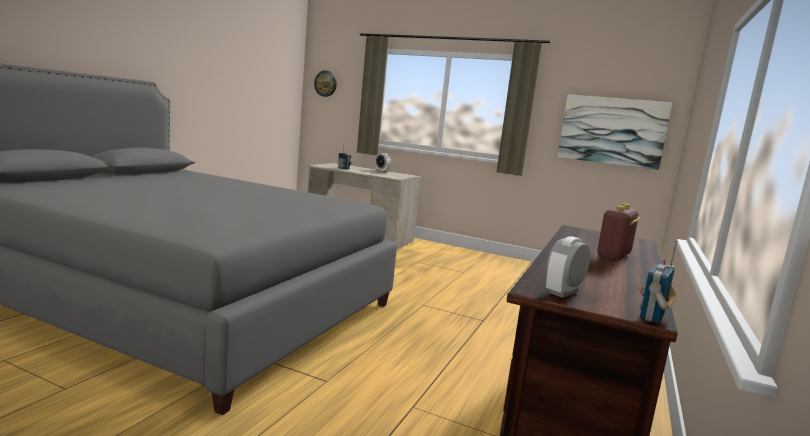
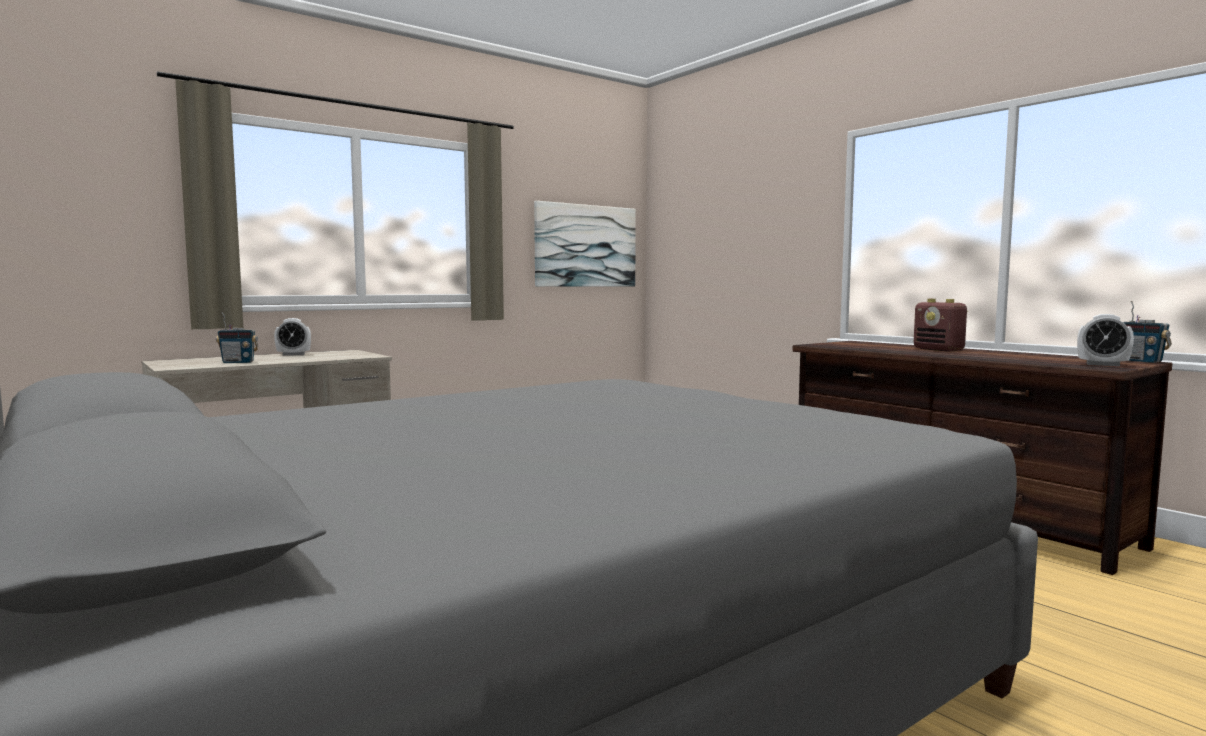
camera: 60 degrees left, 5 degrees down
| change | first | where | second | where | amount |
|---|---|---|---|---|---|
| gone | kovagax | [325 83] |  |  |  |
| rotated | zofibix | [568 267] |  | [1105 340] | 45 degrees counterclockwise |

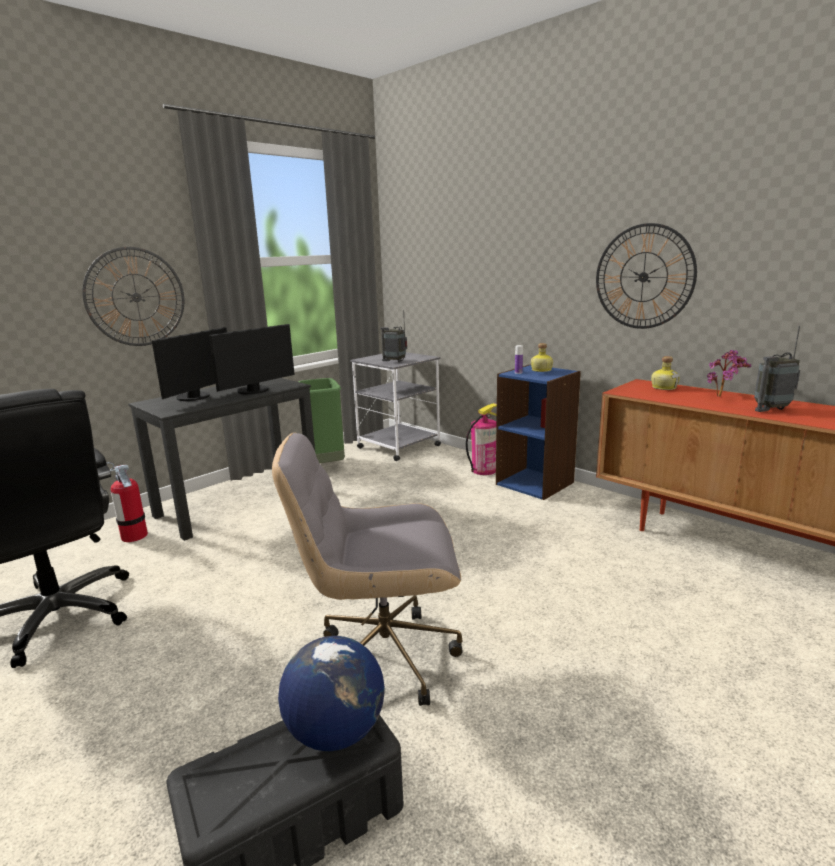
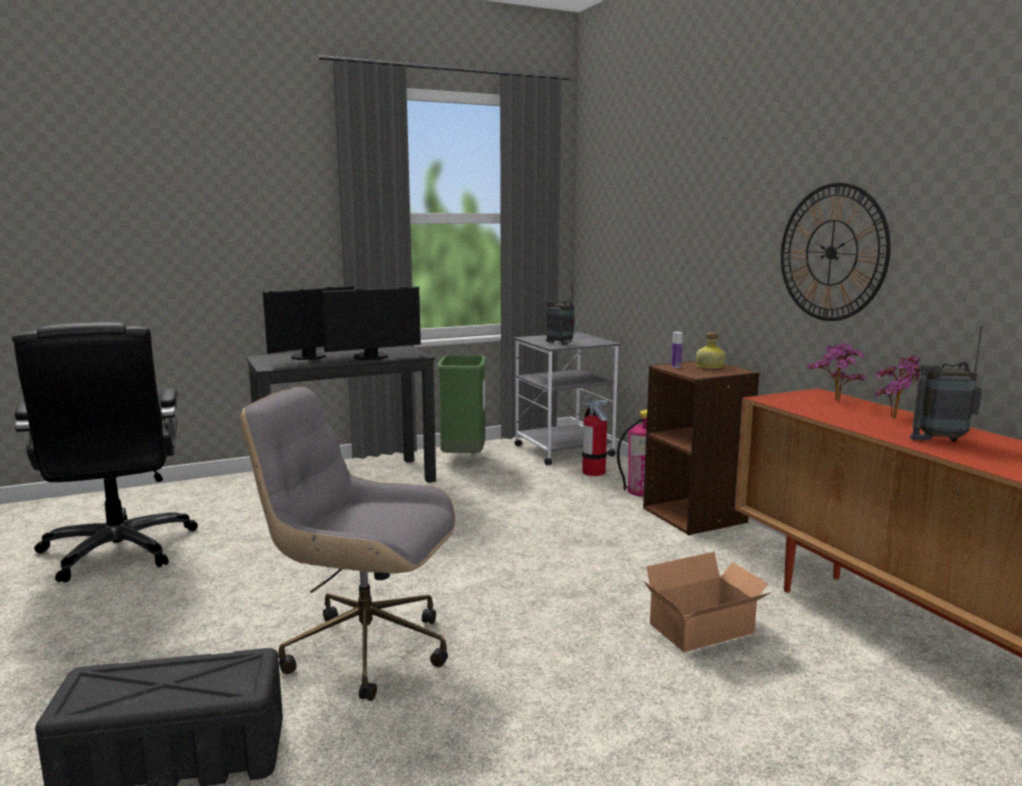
camera: 20 degrees right, 5 degrees down
| change | first | where | second | where | amount |
|---|---|---|---|---|---|
| gone | kovagax | [133 296] |  |  |  |
| gone | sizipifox | [331 693] |  |  |  |
| new |  |  | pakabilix | [708 602] |  |
| shifted | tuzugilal | [127 502] |  | [594 436] |  |
| swapped | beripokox | [665 373] | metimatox | [836 371] |  |
| repainted | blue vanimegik | [538 432] | brown vanimegik | [701 448] |  |

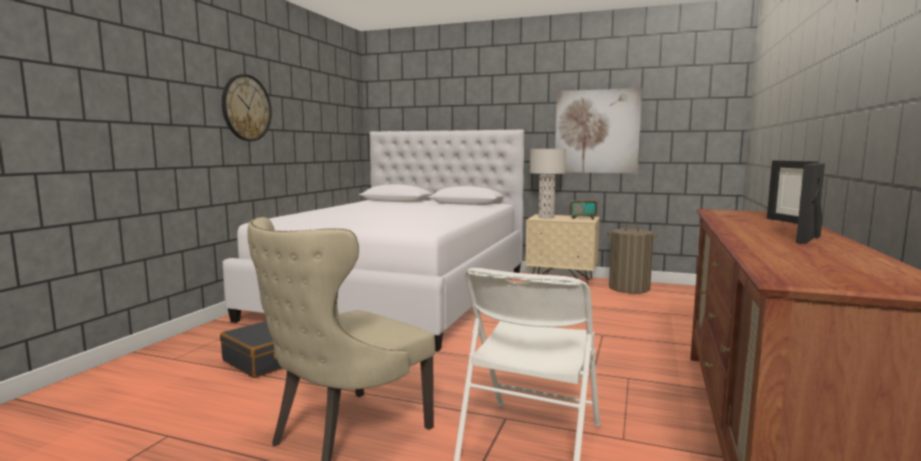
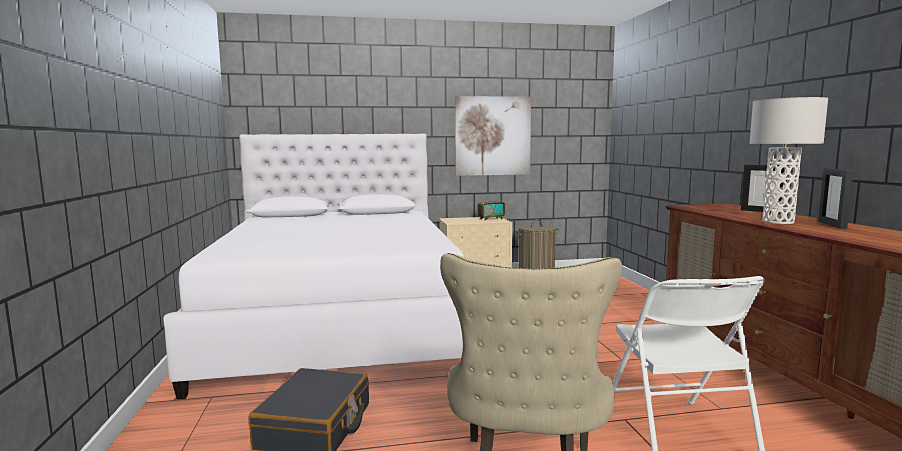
camera: 30 degrees left, 0 degrees up
| change | first | where | second | where | amount |
|---|---|---|---|---|---|
| gone | kovagax | [247 107] |  |  |  |
| shifted | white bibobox | [548 183] |  | [789 160] |  |

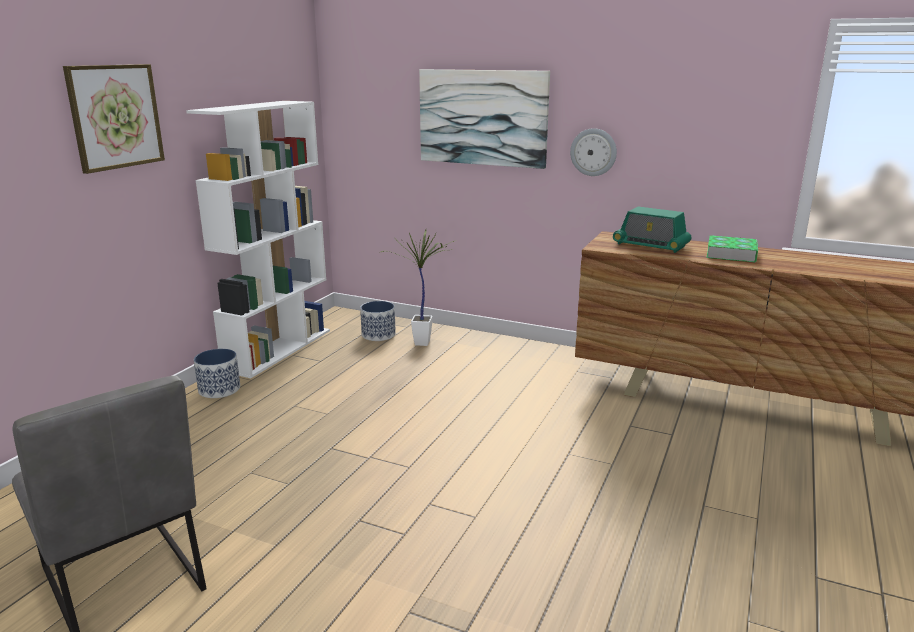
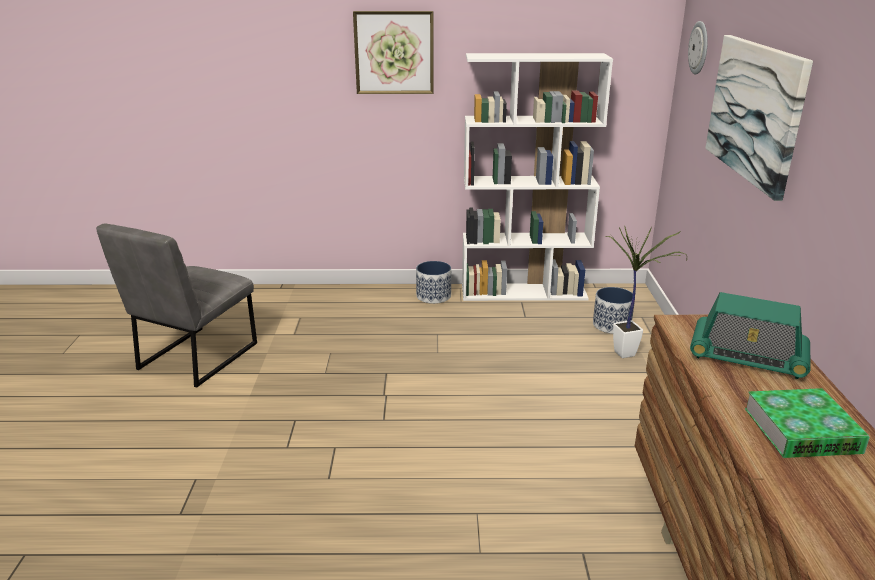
camera: 65 degrees right, 5 degrees up
| change | first | where | second | where | amount |
|---|---|---|---|---|---|
| shifted | kovagax | [593 152] |  | [698 48] |  |
| rotated | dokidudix | [652 230] |  | [750 335] | 75 degrees counterclockwise |

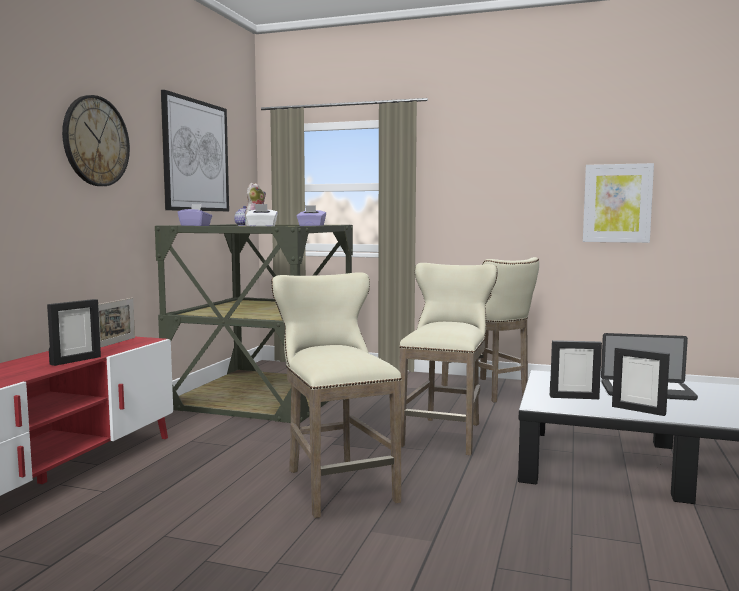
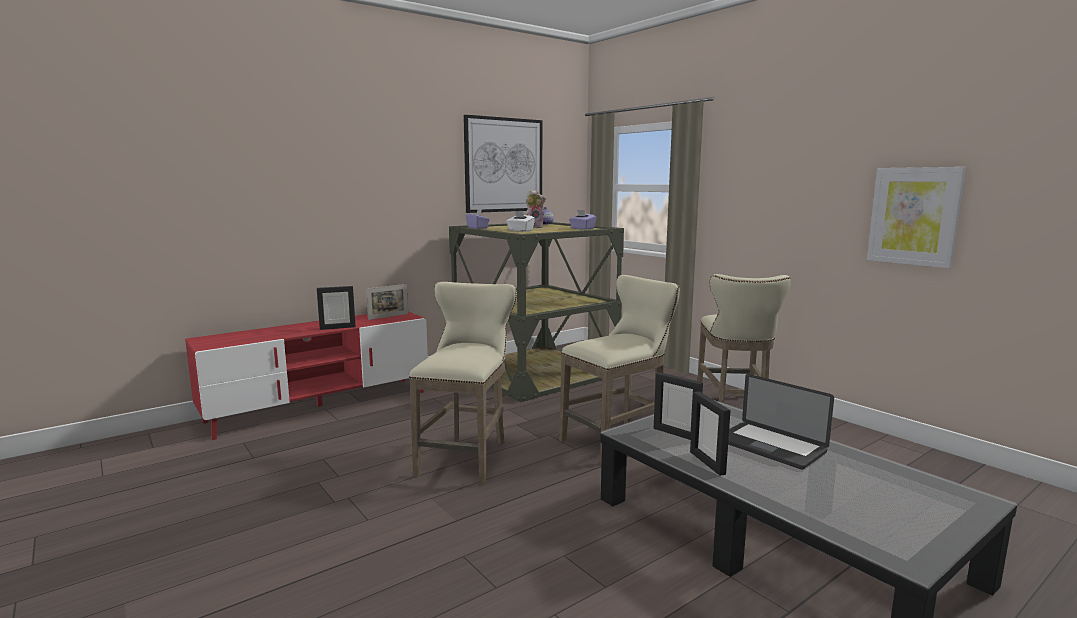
camera: 35 degrees right, 5 degrees up
| change | first | where | second | where | amount |
|---|---|---|---|---|---|
| gone | kovagax | [96 140] |  |  |  |

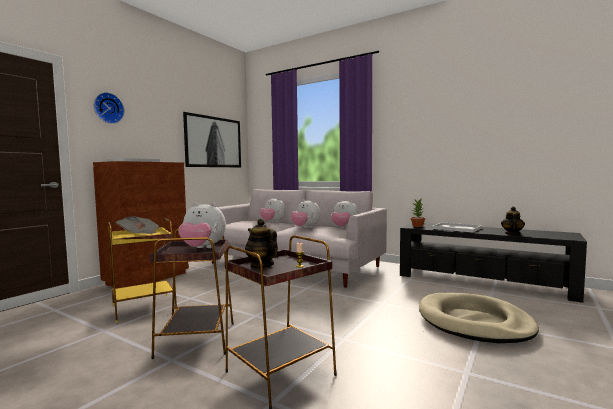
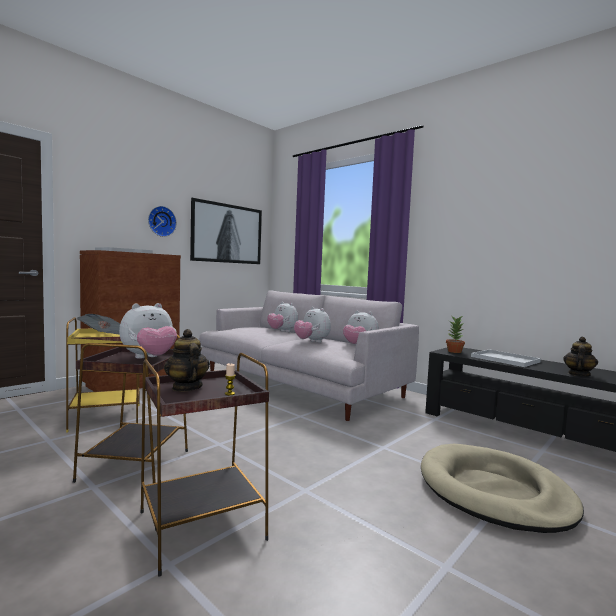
camera: 10 degrees right, 0 degrees up
| change | first | where | second | where | amount |
|---|---|---|---|---|---|
| shifted | kovagax | [109 108] |  | [162 221] |  |
| rotated | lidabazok | [202 225] |  | [148 331] | 60 degrees counterclockwise |

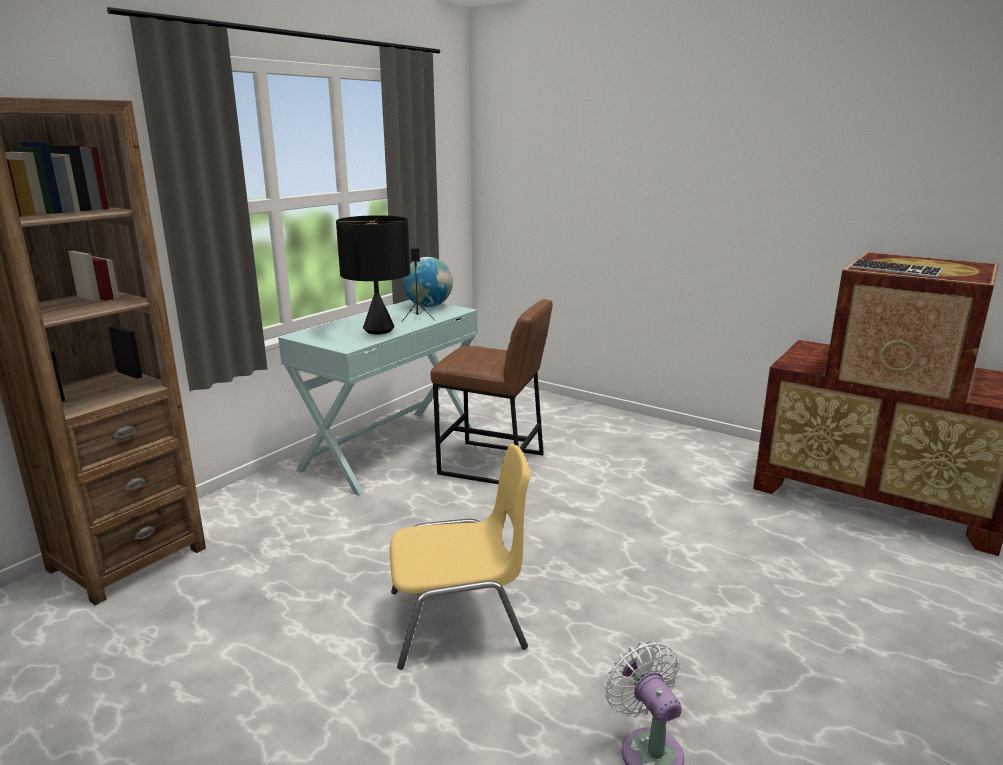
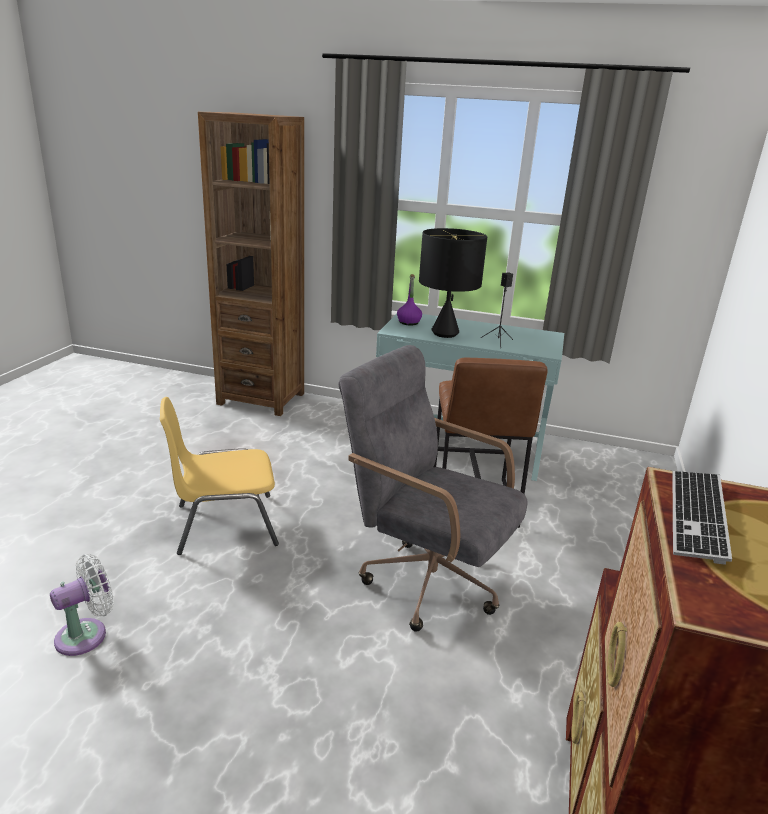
camera: 70 degrees right, 5 degrees up
| change | first | where | second | where | amount |
|---|---|---|---|---|---|
| gone | sizipifox | [428 282] |  |  |  |
| new |  |  | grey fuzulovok | [432 488] |  |
| new |  |  | purple beripokox | [409 299] |  |
| rotated | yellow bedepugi | [460 557] |  | [219 476] | 105 degrees clockwise |

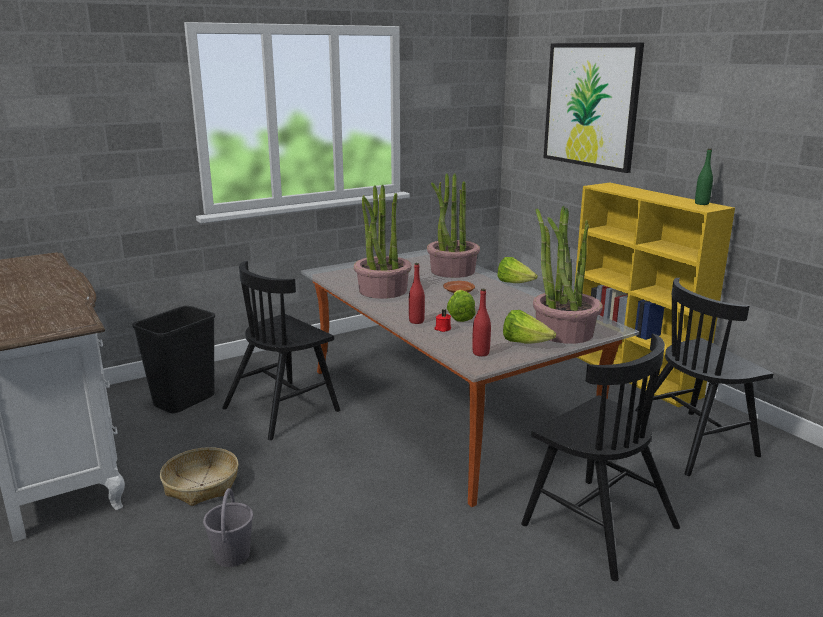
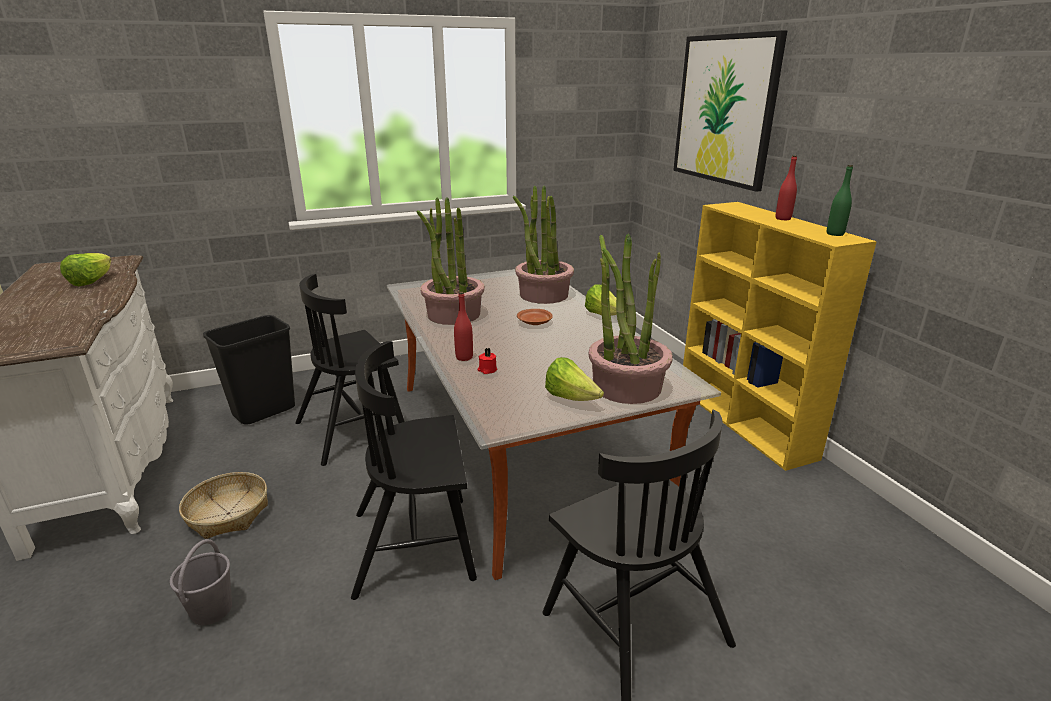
camera: 10 degrees right, 5 degrees up
| change | first | where | second | where | amount |
|---|---|---|---|---|---|
| shifted | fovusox | [461 306] |  | [85 269] |  |
| shifted | red beripokox | [481 322] |  | [786 187] |  |
| shifted | black bedepugi | [704 377] |  | [414 470] |  |

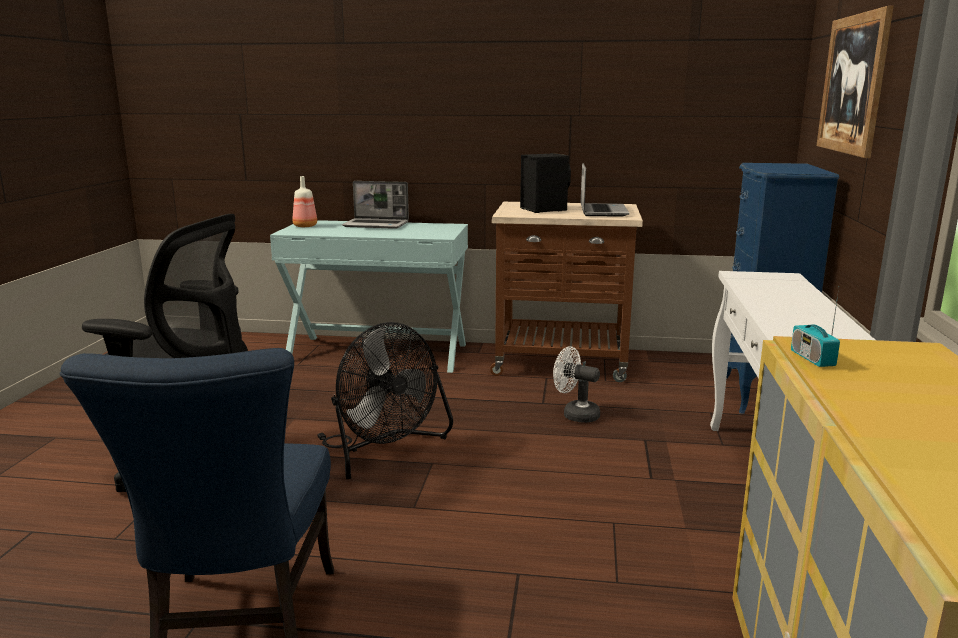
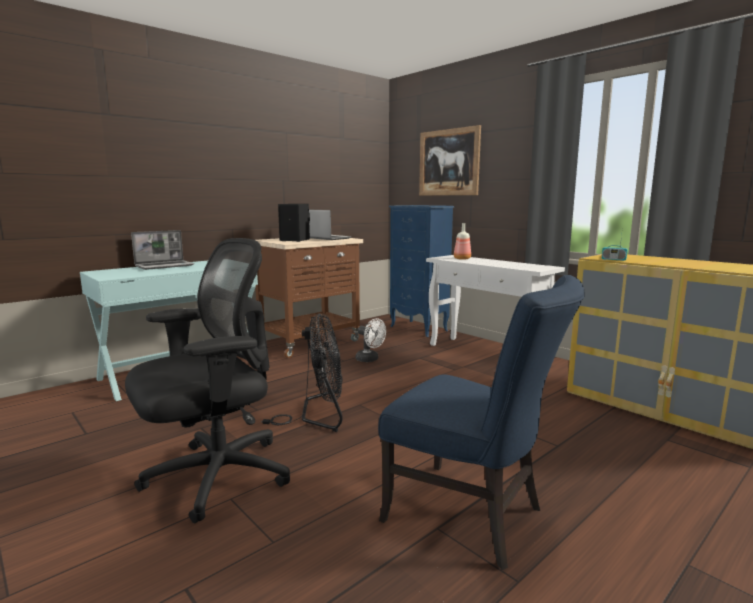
camera: 50 degrees left, 5 degrees down
| change | first | where | second | where | amount |
|---|---|---|---|---|---|
| shifted | beripokox | [305 201] |  | [462 241] |  |
| rotated | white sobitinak | [576 385] |  | [371 340] | 120 degrees counterclockwise |

